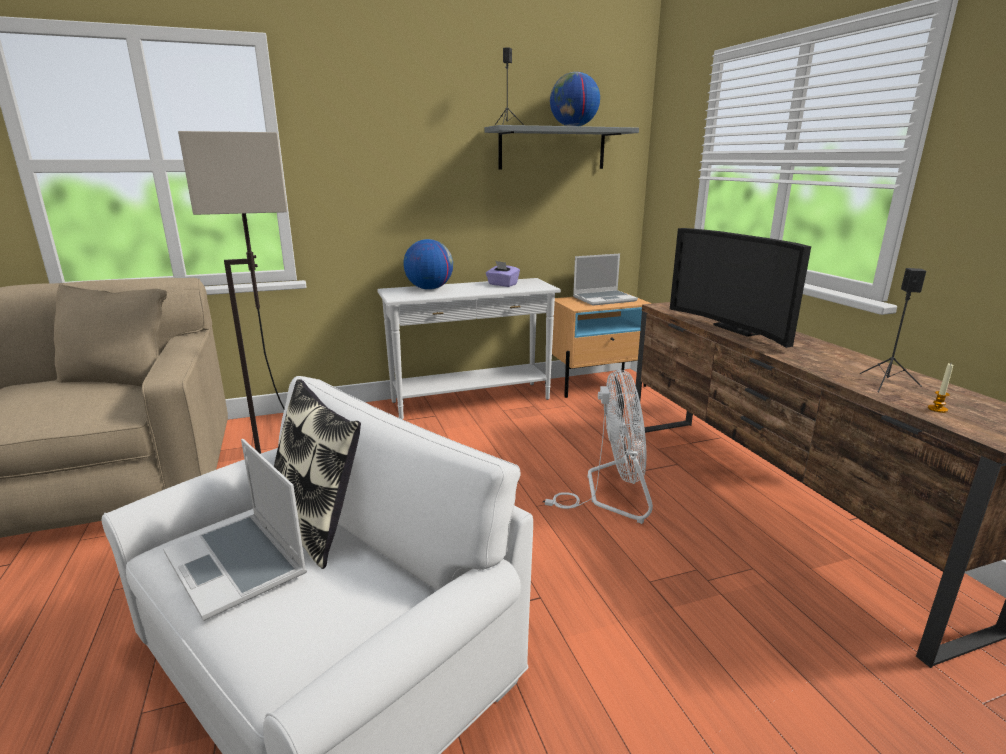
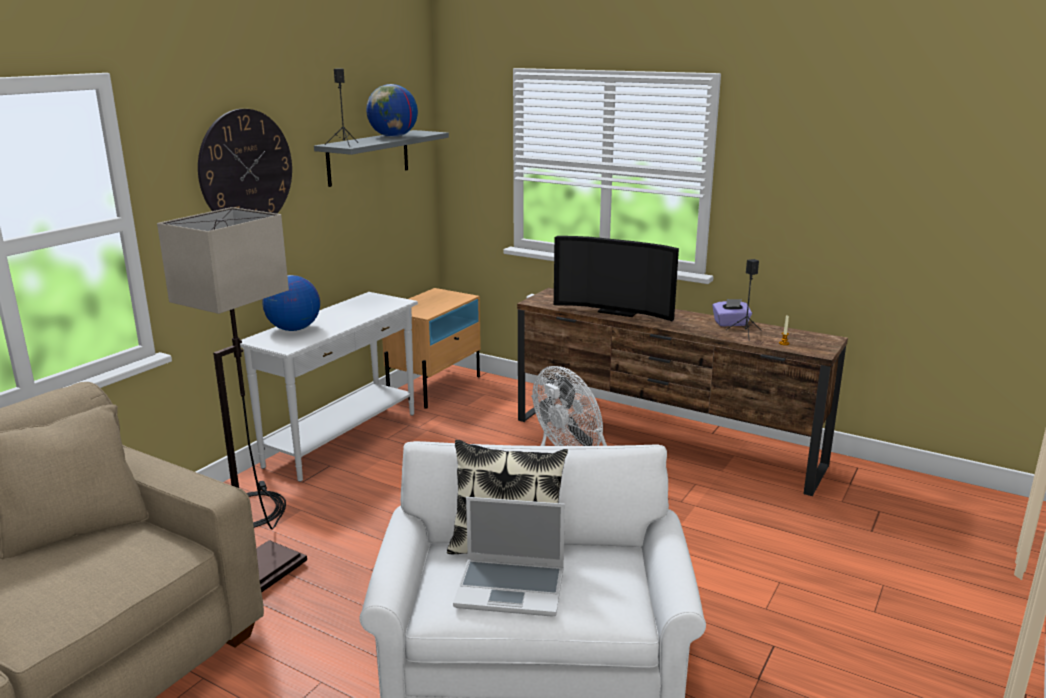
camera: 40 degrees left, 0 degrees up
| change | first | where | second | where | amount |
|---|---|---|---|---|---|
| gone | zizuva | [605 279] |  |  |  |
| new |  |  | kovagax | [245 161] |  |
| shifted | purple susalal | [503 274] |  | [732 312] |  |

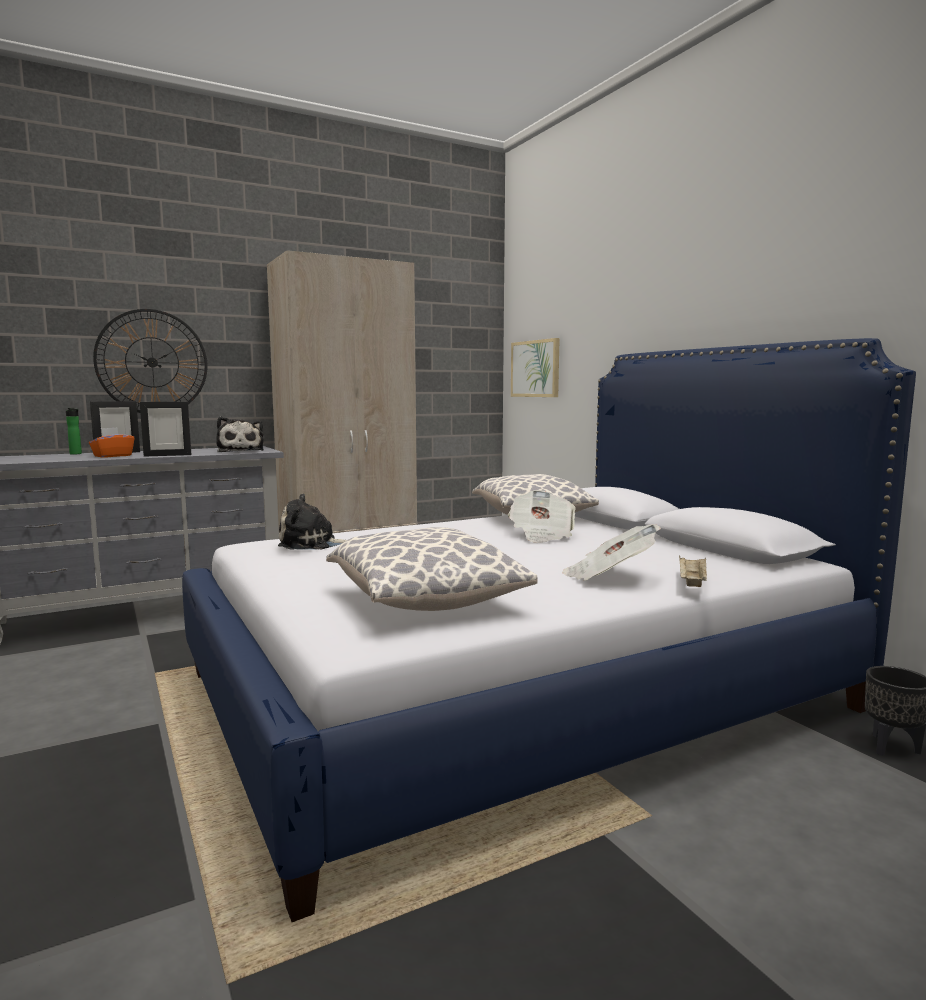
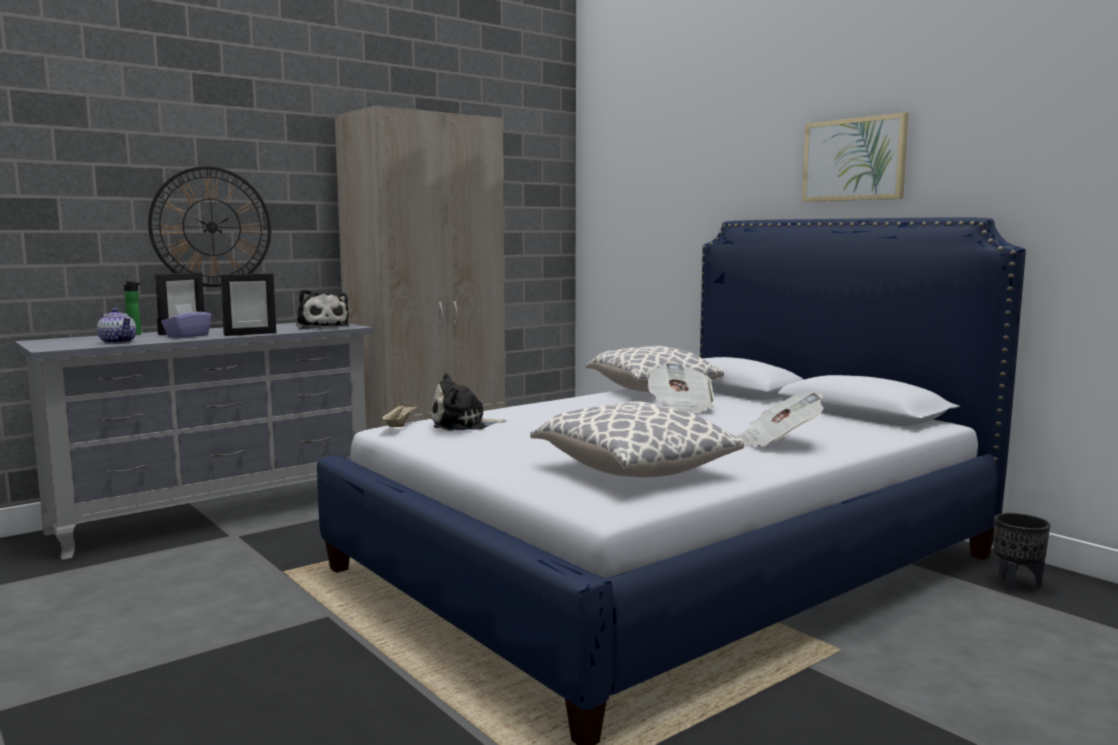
camera: 10 degrees left, 0 degrees up
| change | first | where | second | where | amount |
|---|---|---|---|---|---|
| new |  |  | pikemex | [116 326] |  |
| shifted | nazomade | [535 367] |  | [855 157] |  |
| shifted | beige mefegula | [693 571] |  | [400 415] |  |
| repainted | orange susalal | [112 442] | purple susalal | [186 320] |  |

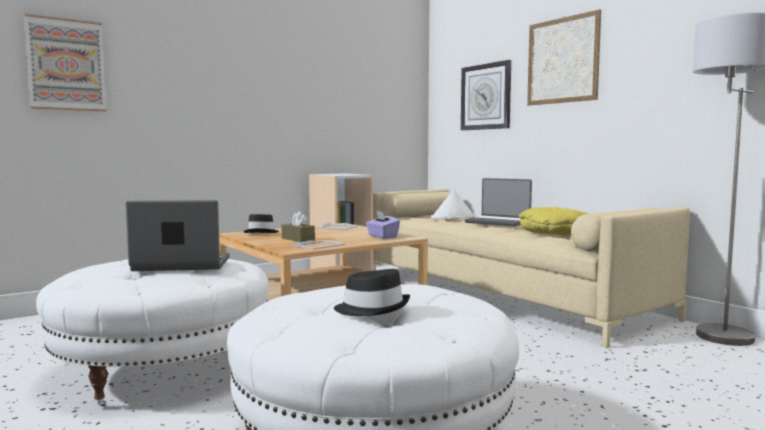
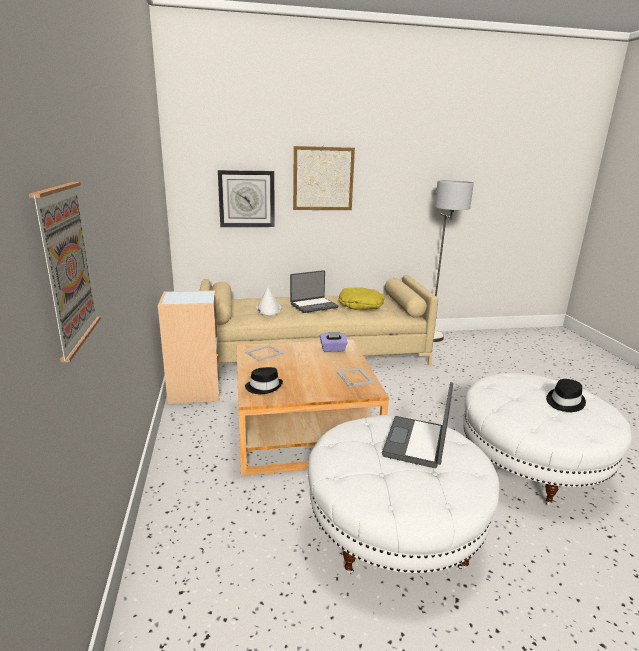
camera: 65 degrees left, 15 degrees up
| change | first | where | second | where | amount |
|---|---|---|---|---|---|
| gone | brown susalal | [298 226] |  |  |  |

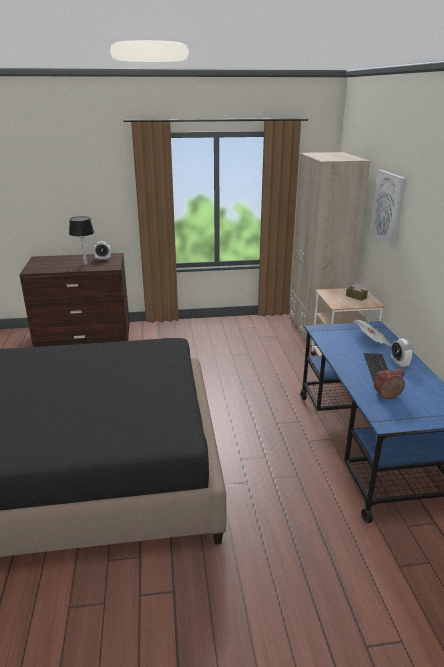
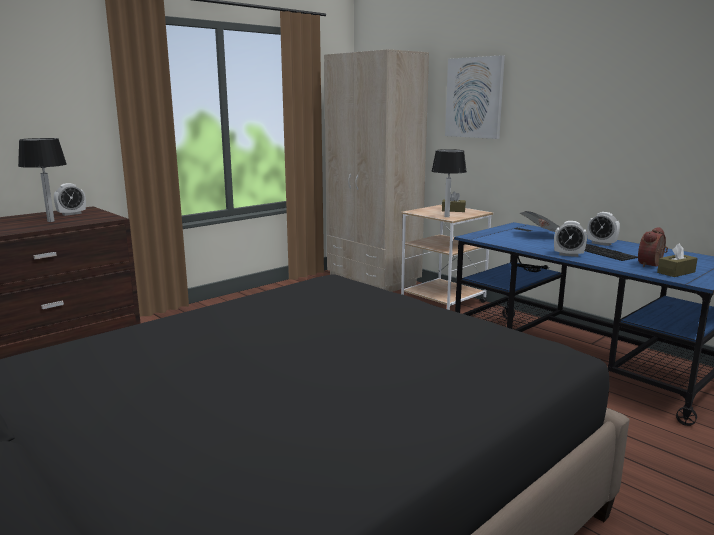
camera: 35 degrees left, 10 degrees down
| change | first | where | second | where | amount |
|---|---|---|---|---|---|
| new |  |  | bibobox | [449 183] |  |
| new |  |  | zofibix | [570 239] |  |
| new |  |  | brown susalal | [677 260] |  |

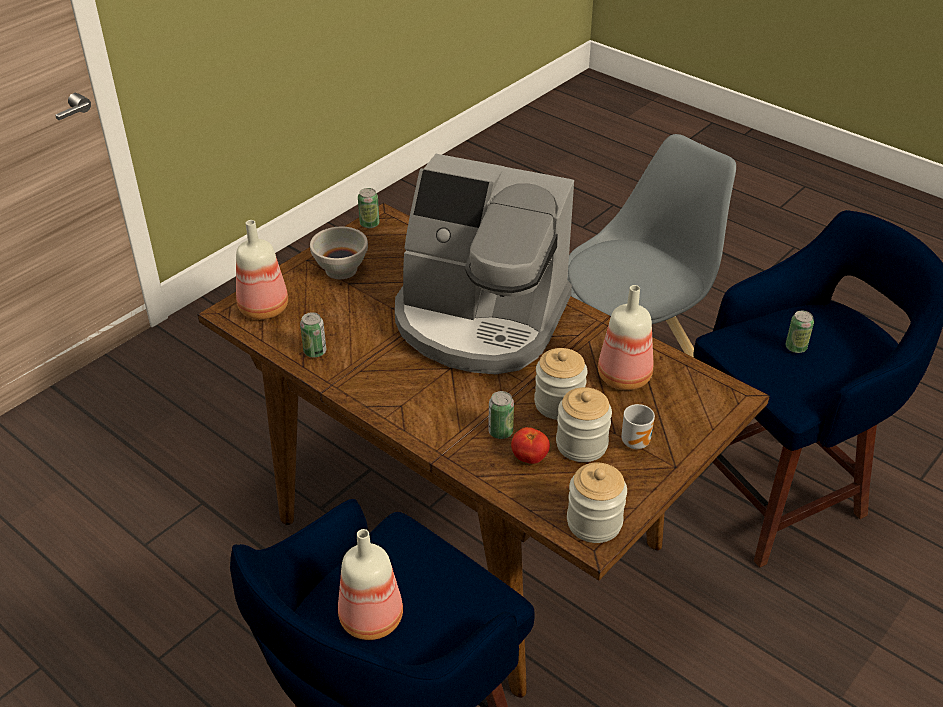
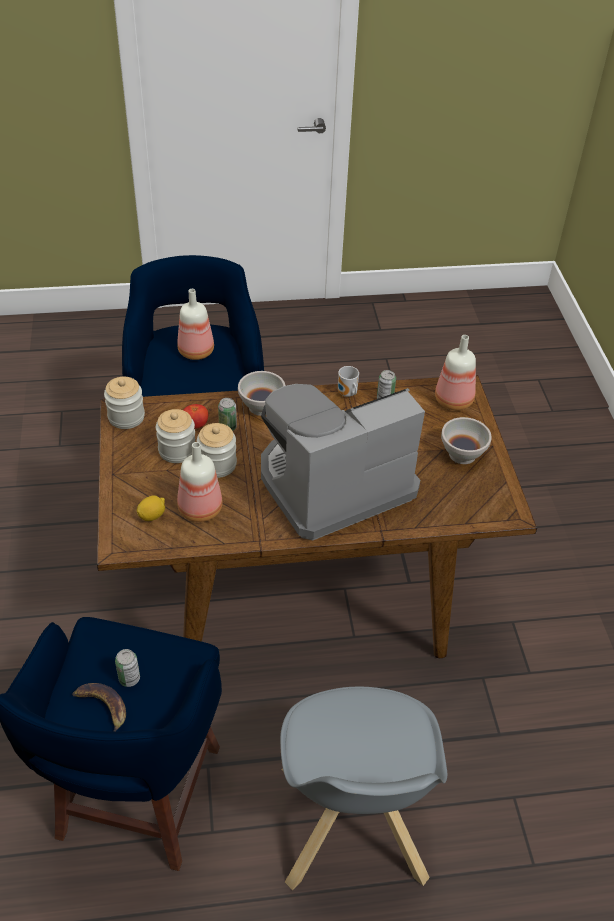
camera: 130 degrees right, 5 degrees up
| change | first | where | second | where | amount |
|---|---|---|---|---|---|
| gone | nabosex | [369 208] |  |  |  |
| new |  |  | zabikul | [99 707] |  |
| new |  |  | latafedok | [151 508] |  |
| new |  |  | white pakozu | [261 393] |  |
| shifted | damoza | [638 426] |  | [348 381] |  |

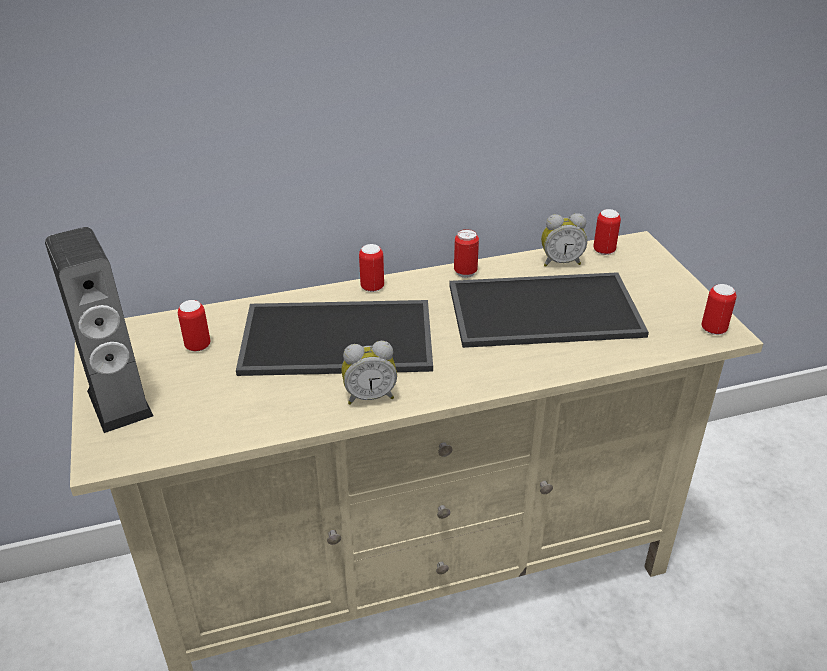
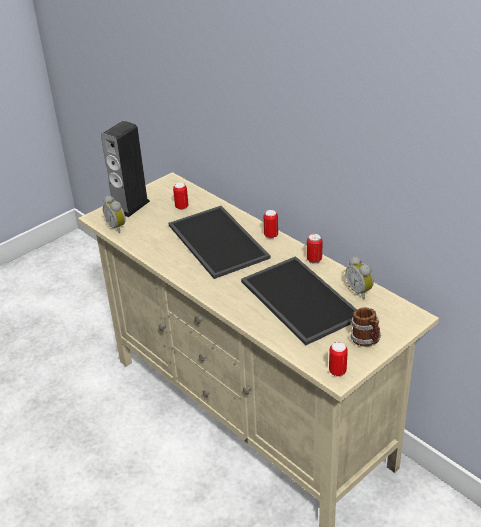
camera: 65 degrees right, 0 degrees up
| change | first | where | second | where | amount |
|---|---|---|---|---|---|
| gone | nabosex | [607 232] |  |  |  |
| new |  |  | damoza | [365 326] |  |
| shifted | zofibix | [369 373] |  | [114 214] |  |

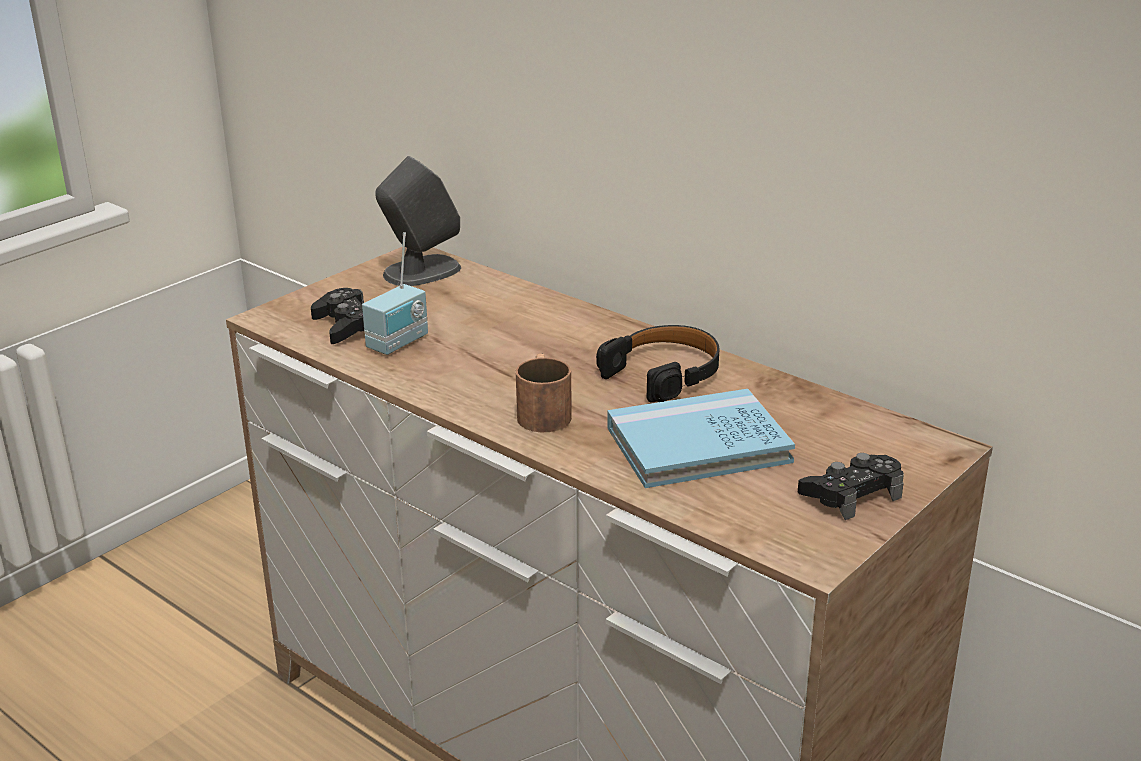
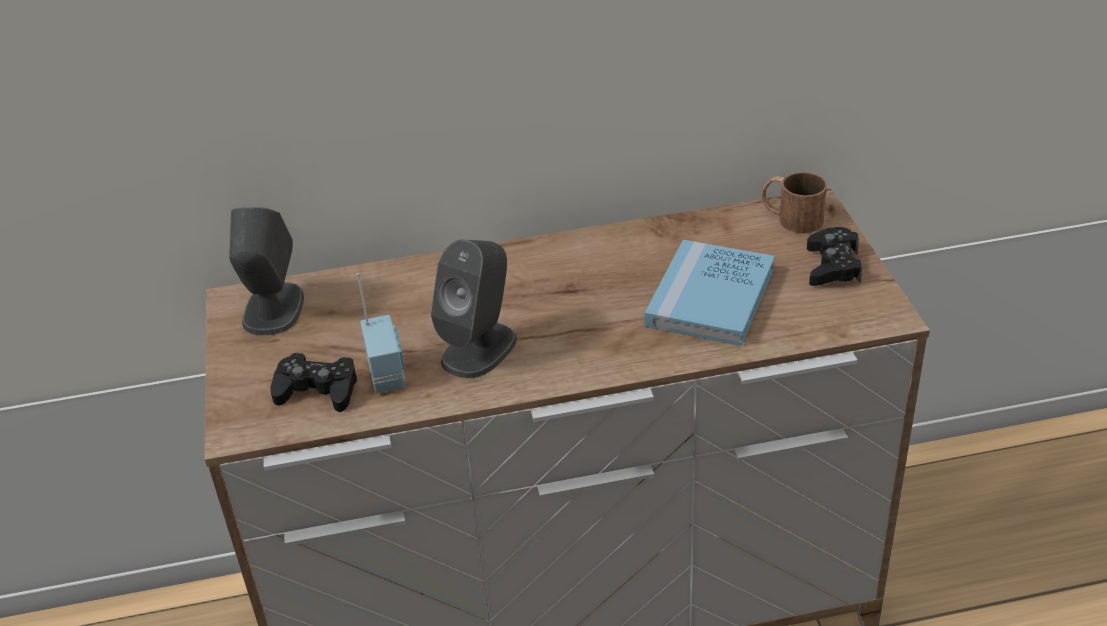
camera: 50 degrees left, 10 degrees up
| change | first | where | second | where | amount |
|---|---|---|---|---|---|
| gone | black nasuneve | [657 364] |  |  |  |
| new |  |  | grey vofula | [474 309] |  |
| shifted | brown damoza | [544 392] |  | [794 202] |  |

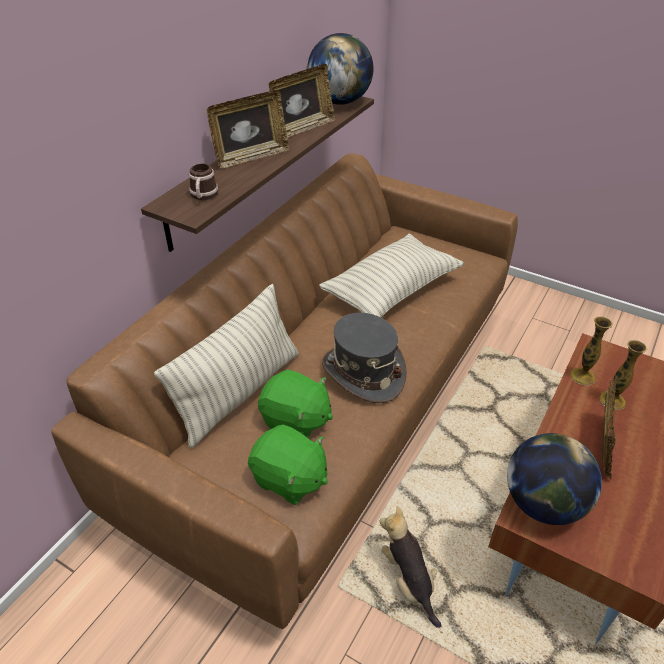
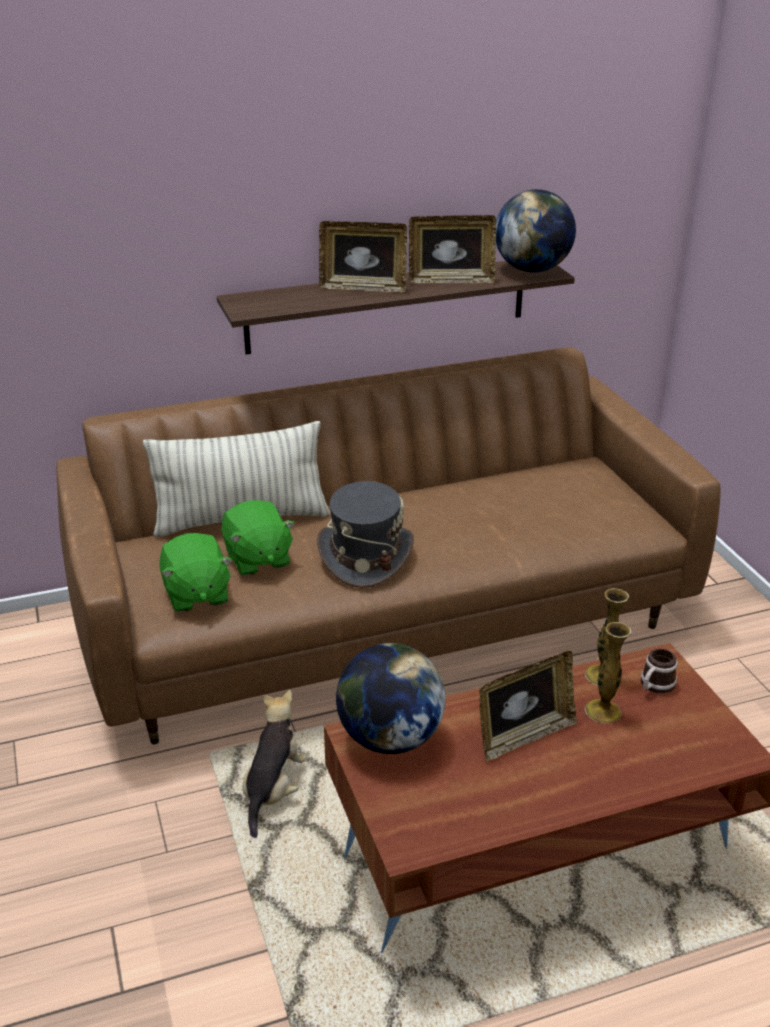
camera: 40 degrees right, 10 degrees down
| change | first | where | second | where | amount |
|---|---|---|---|---|---|
| gone | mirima | [391 275] |  |  |  |
| shifted | damoza | [203 182] |  | [659 671] |  |

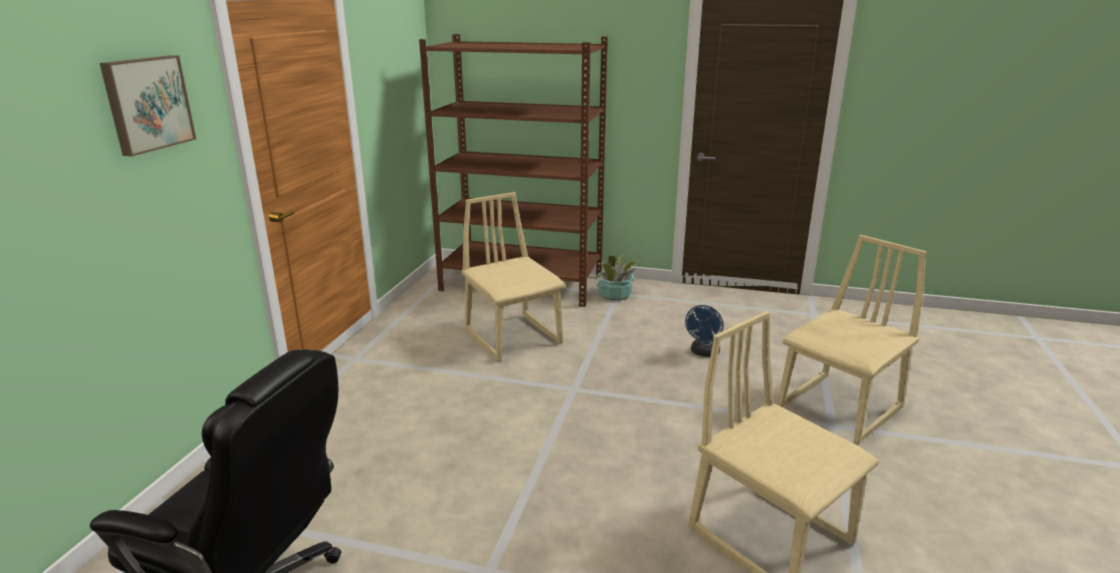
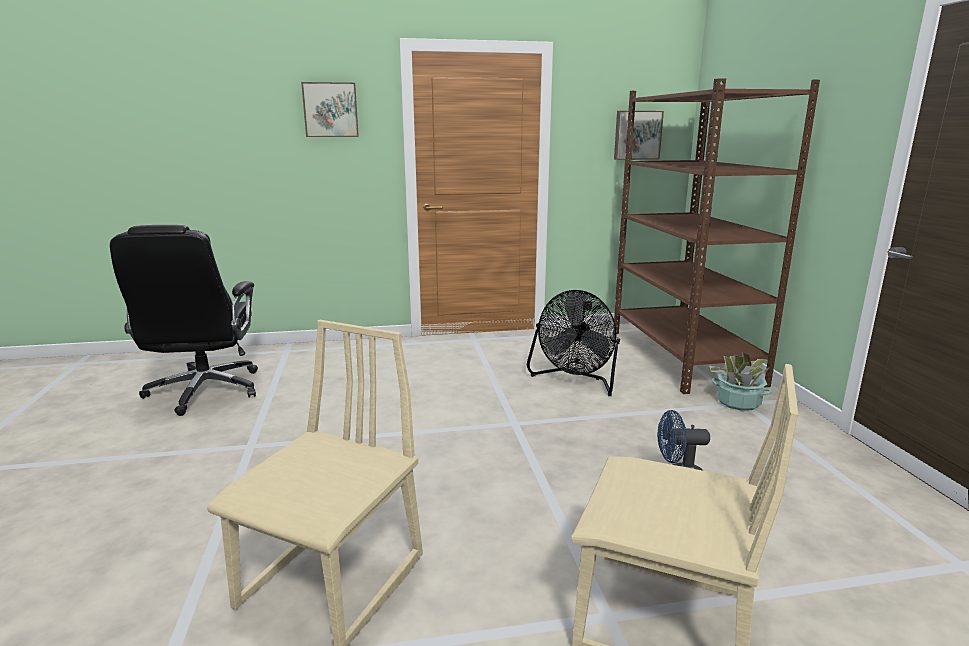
camera: 65 degrees right, 5 degrees down
| change | first | where | second | where | amount |
|---|---|---|---|---|---|
| new |  |  | nazomade | [639 135] |  |
| swapped | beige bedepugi | [513 277] | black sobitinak | [573 343] |  |

